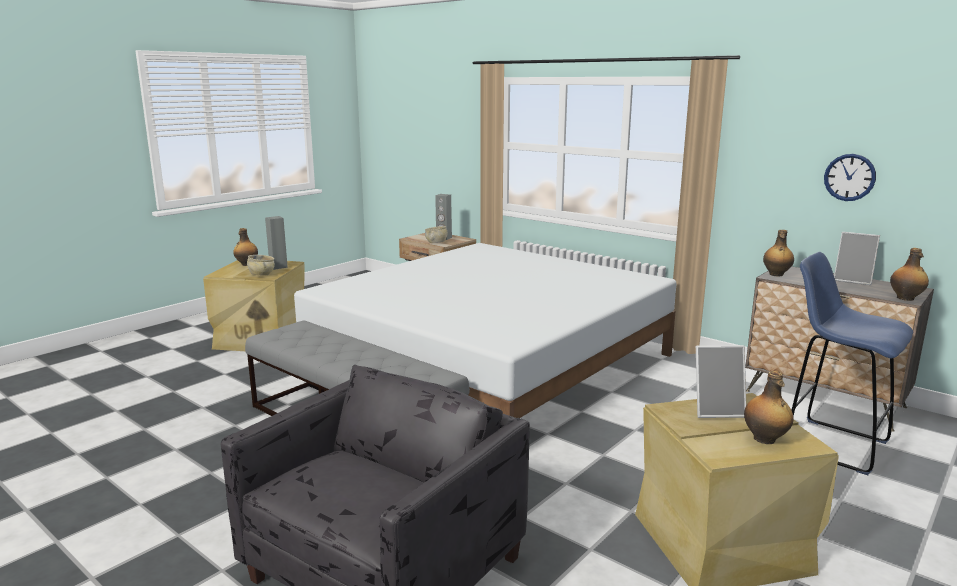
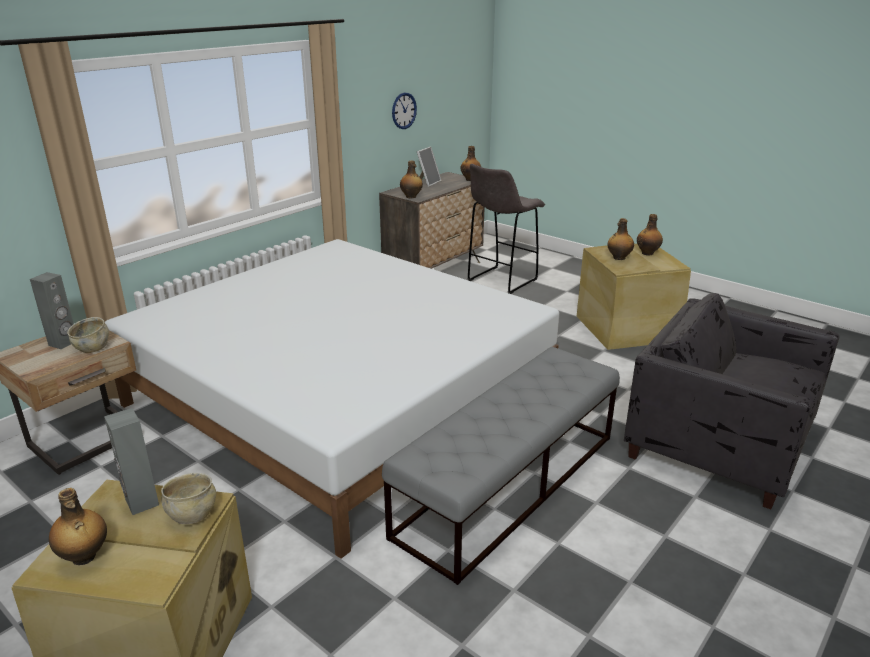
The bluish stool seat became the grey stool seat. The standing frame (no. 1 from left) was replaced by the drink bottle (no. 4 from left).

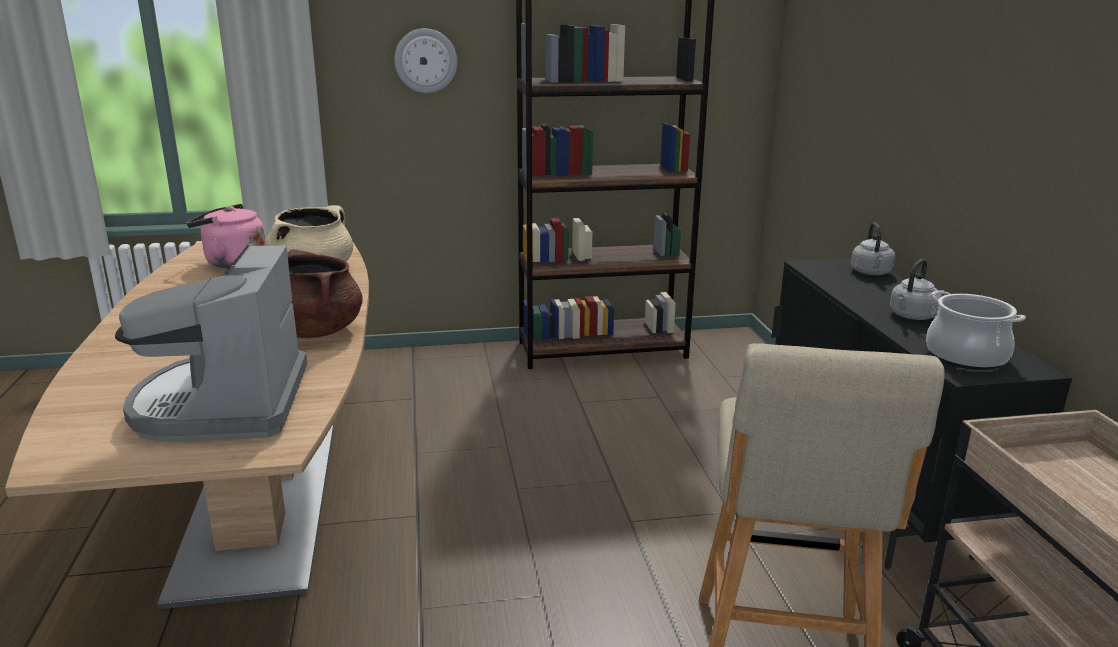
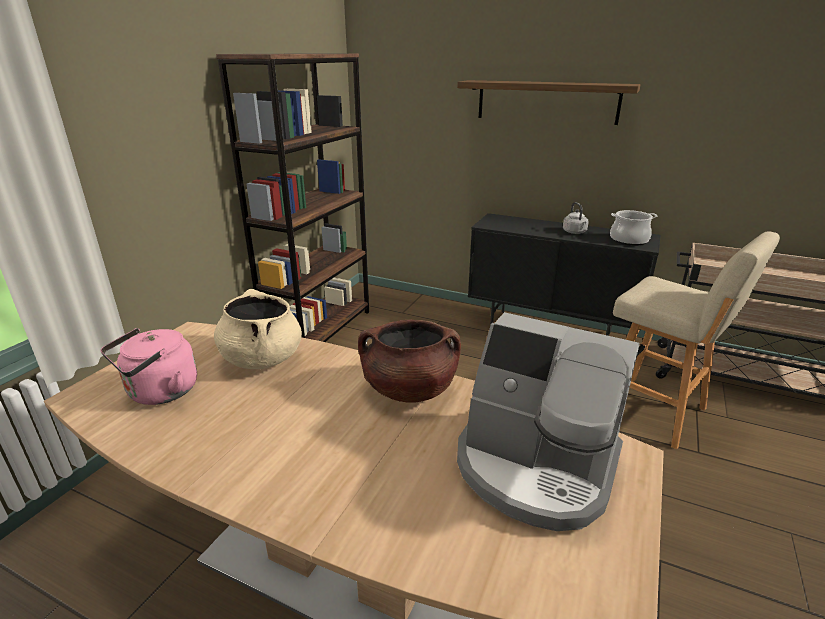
The clock on the wall disappeared. The grey tea kettle (no. 1 from left) disappeared. The shelf appeared.

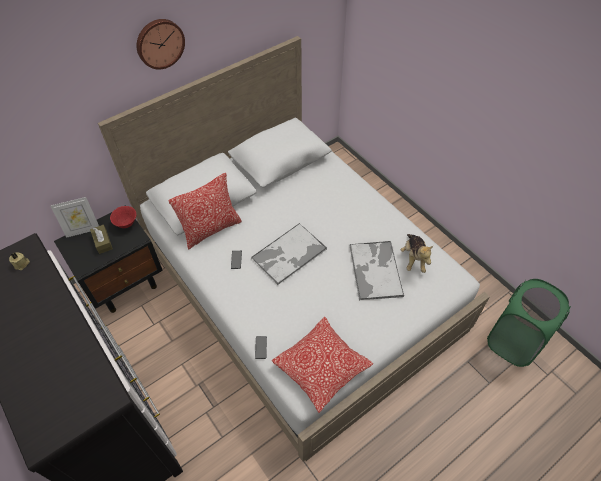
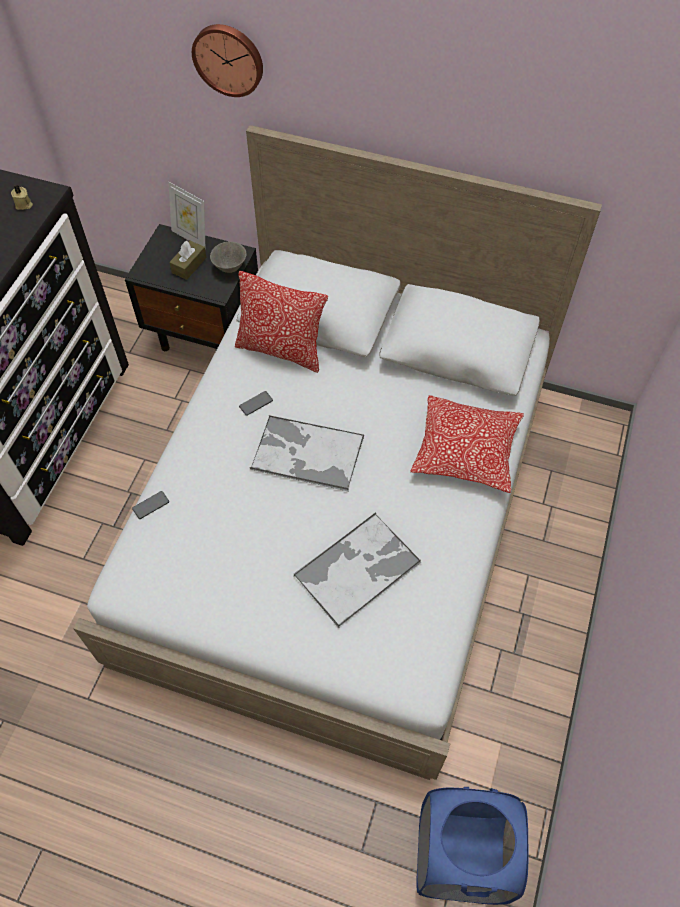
The clock on the wall moved. The red serving bowl became the grey serving bowl. The soft toy disappeared. The green-coloured laundry basket became the bluish laundry basket. The cushion (no. 2 from left) moved.

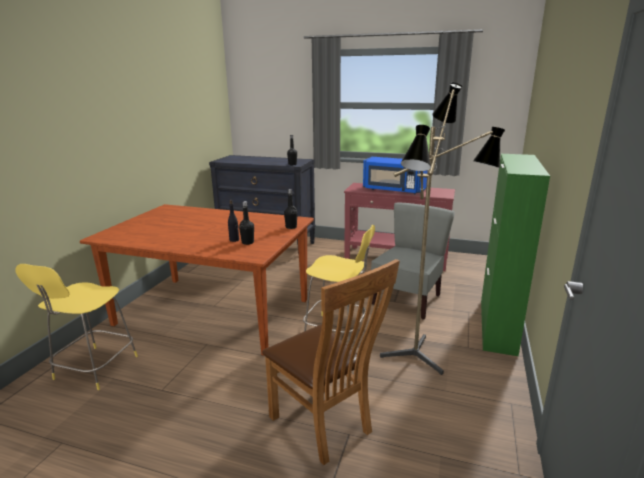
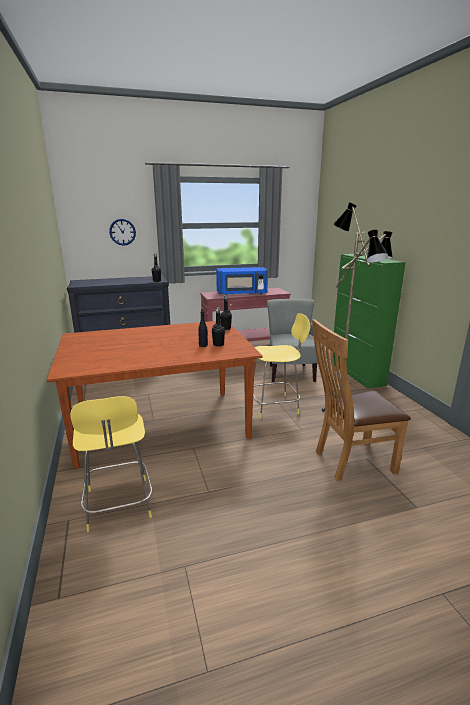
The brown upright chair turned 150 degrees clockwise. The clock on the wall appeared.

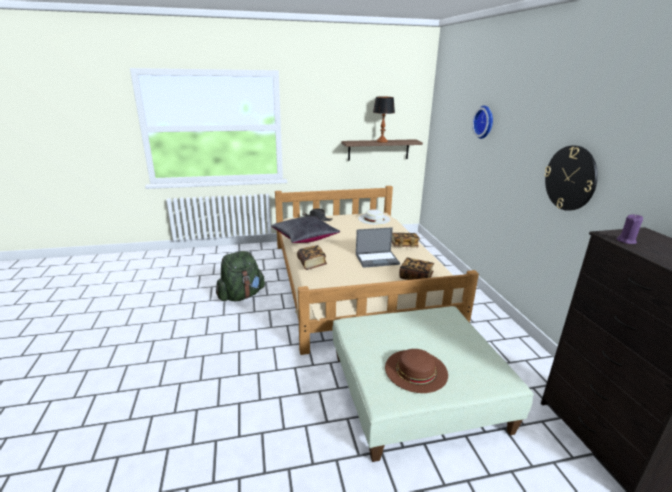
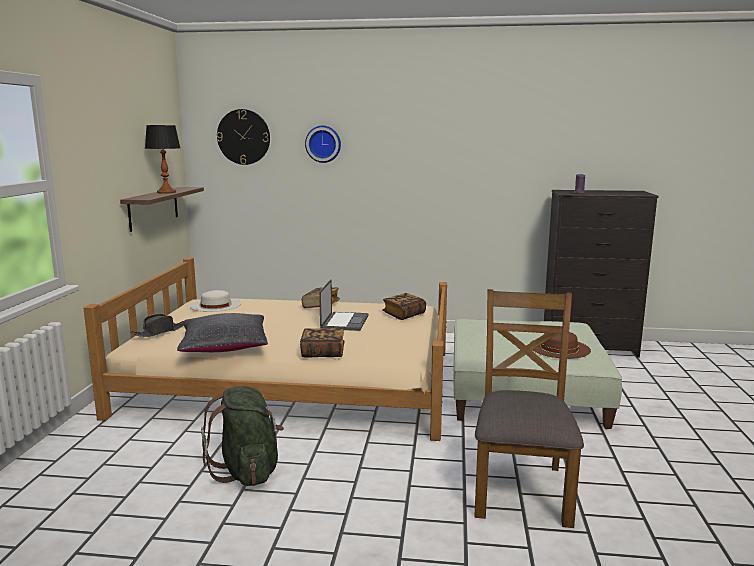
The clock on the wall (no. 2 from left in the first image) moved. The brown upright chair appeared.

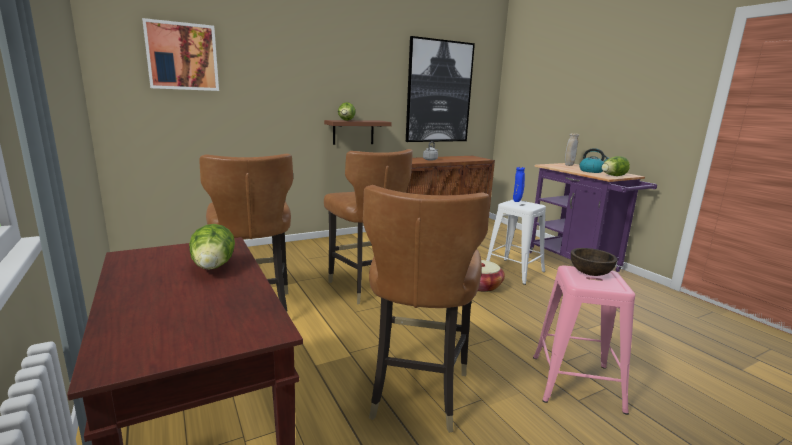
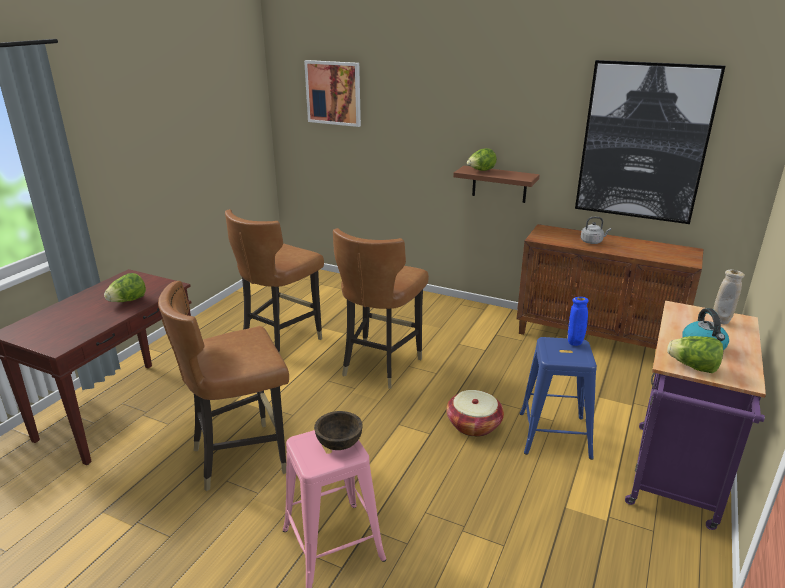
The white-coloured stool seat became the bluish stool seat.

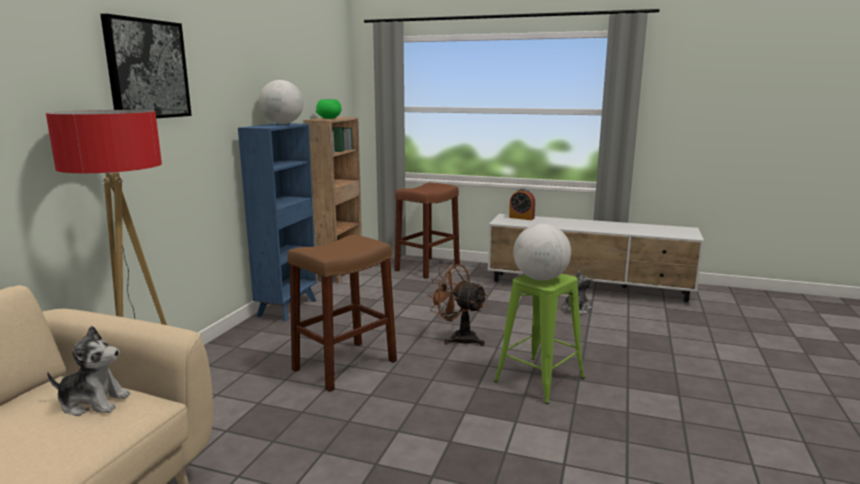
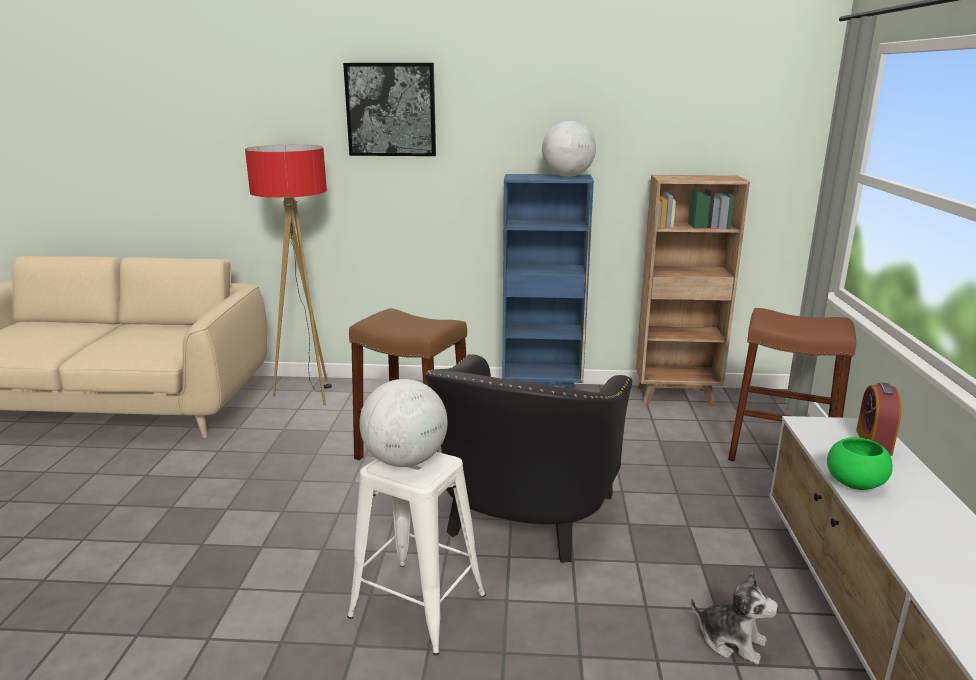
The green-coloured serving bowl moved. The brown fan was replaced by the black-coloured easy chair. The green-coloured stool seat became the white-coloured stool seat. The soft toy (no. 1 from left) disappeared.

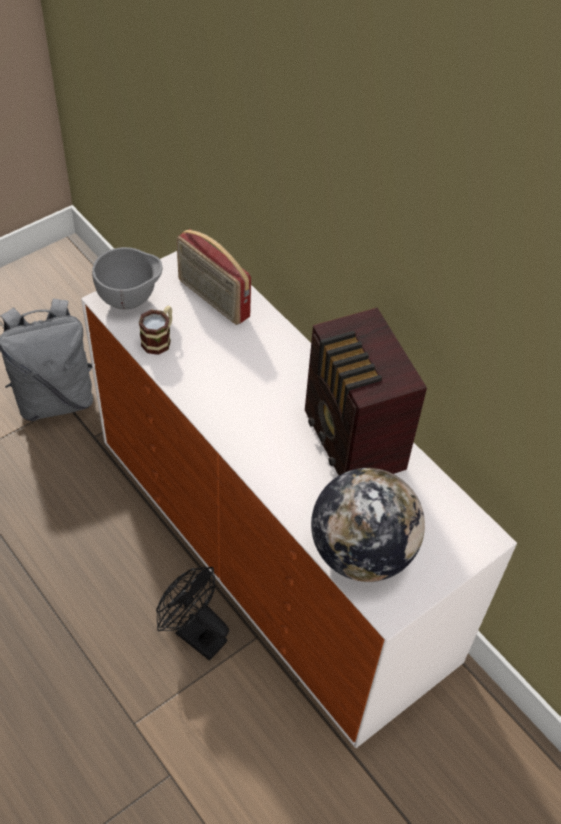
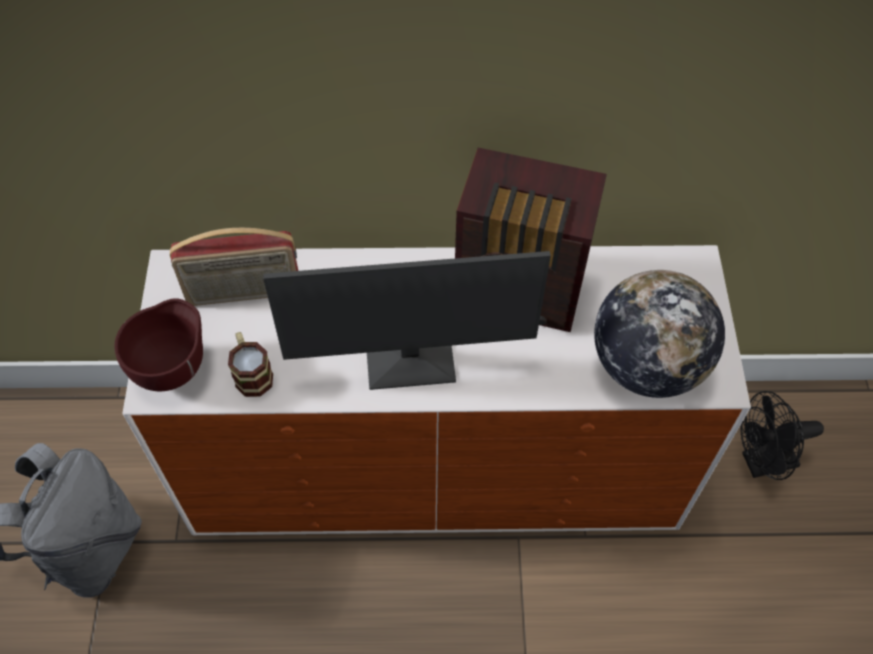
The grey serving bowl became the brown serving bowl. The black-coloured fan moved. The computer display appeared.

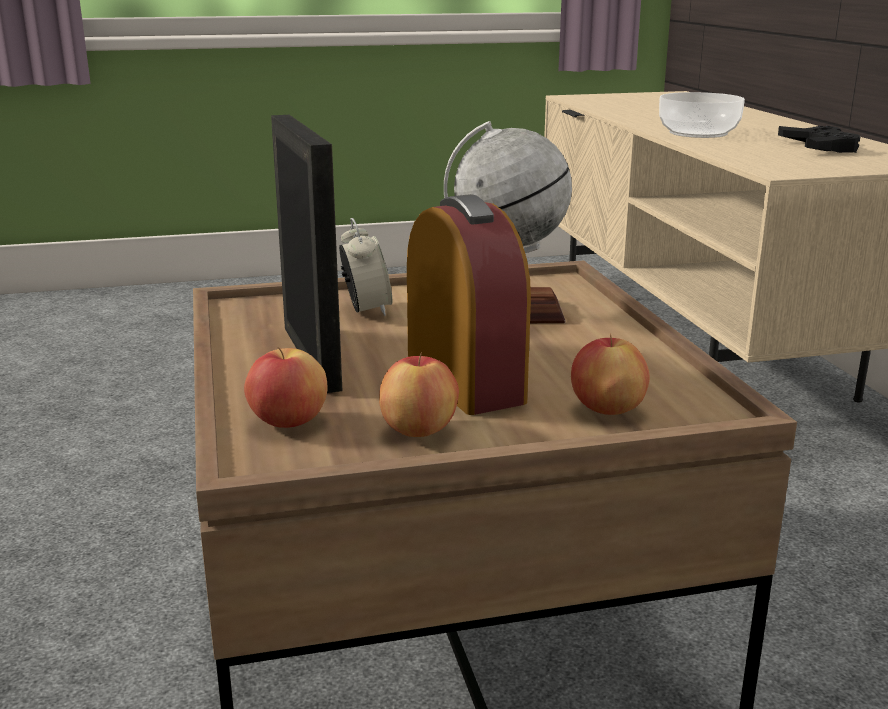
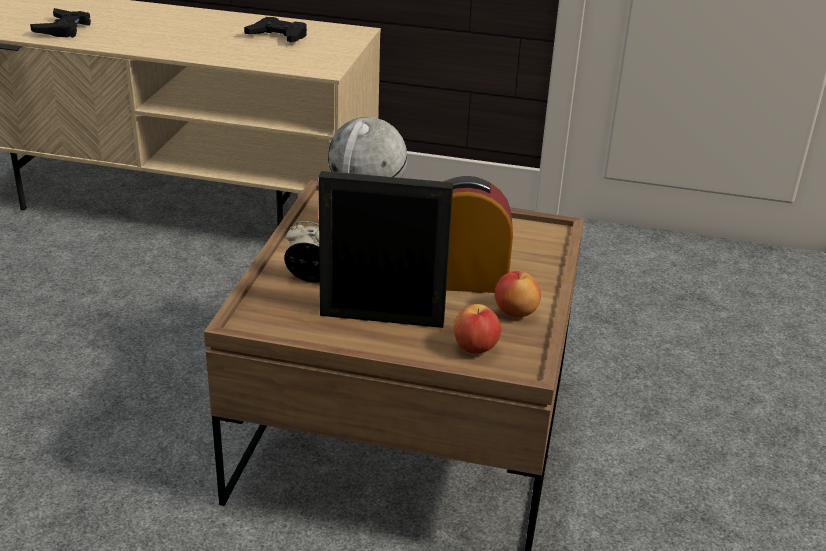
The serving bowl disappeared. The apple (no. 3 from left) disappeared. The black-coloured game controller (no. 1 from left) appeared.

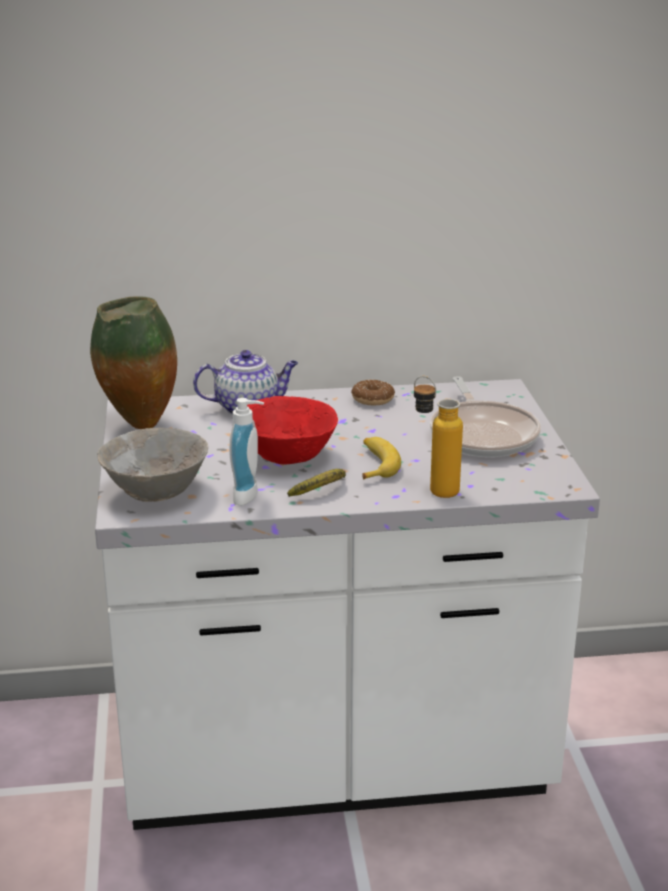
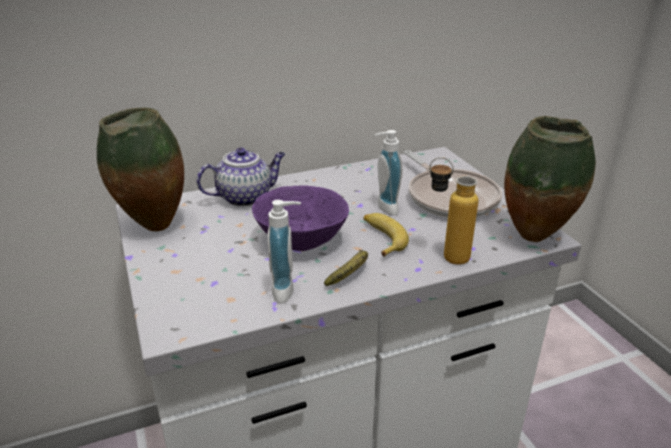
The ring doughnut disappeared. The red serving bowl became the purple serving bowl. The grey serving bowl disappeared. The flower vase (no. 2 from left) appeared. The soap bottle (no. 2 from left) appeared.

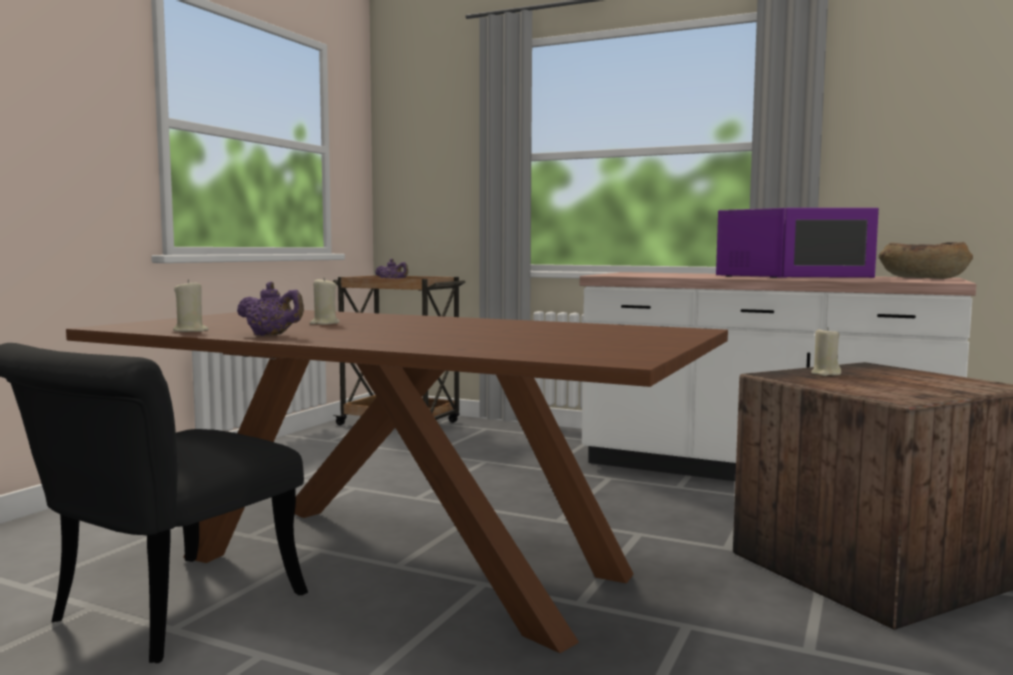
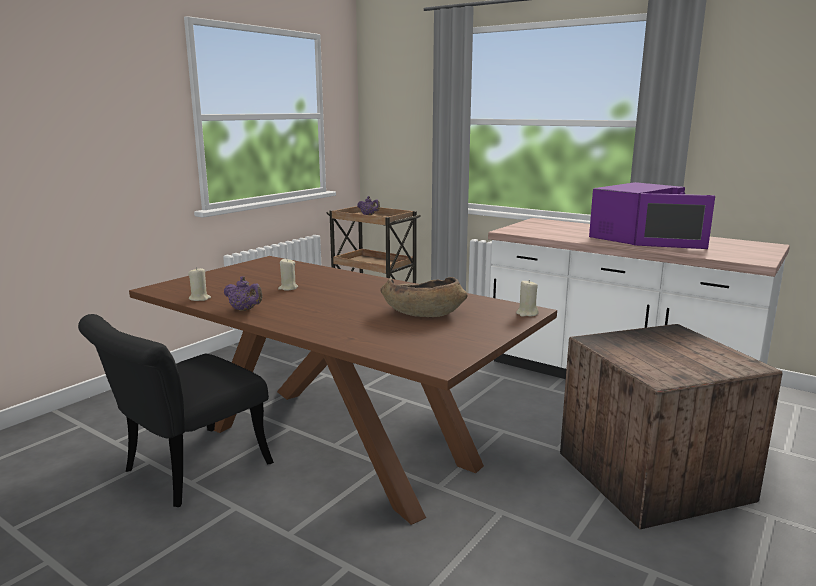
The brown serving bowl moved. The beige-coloured wax light (no. 3 from left) moved.

